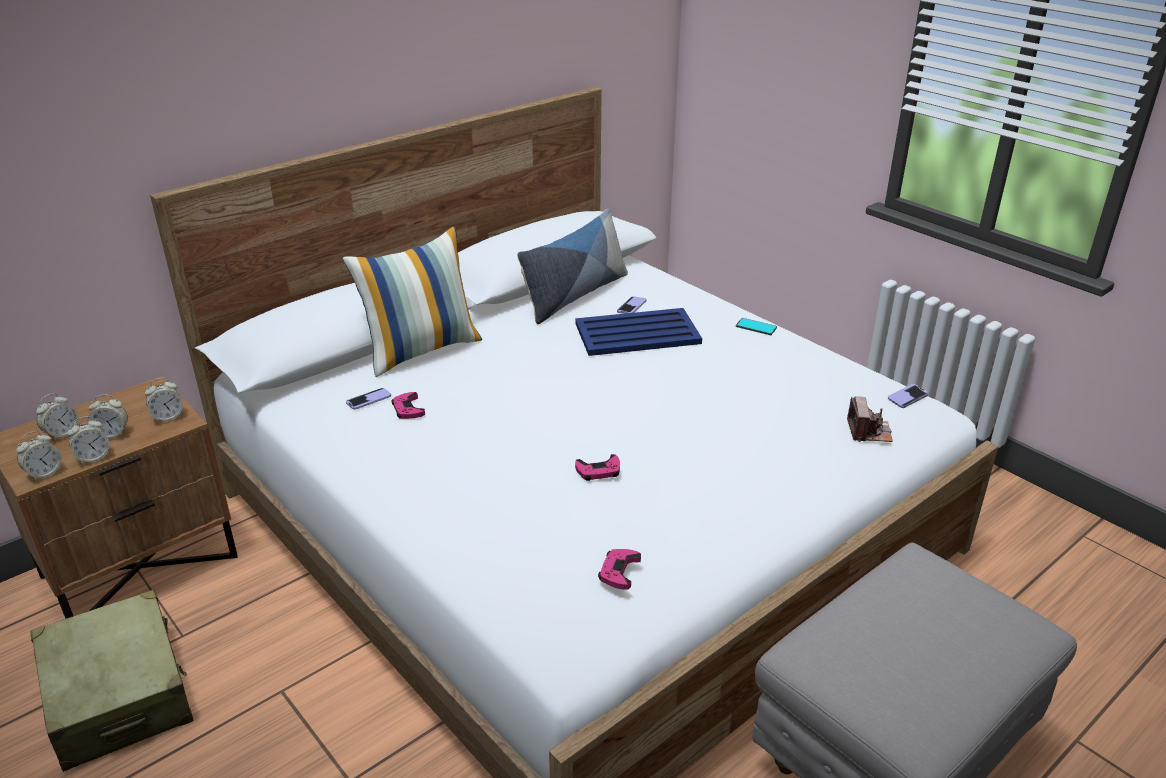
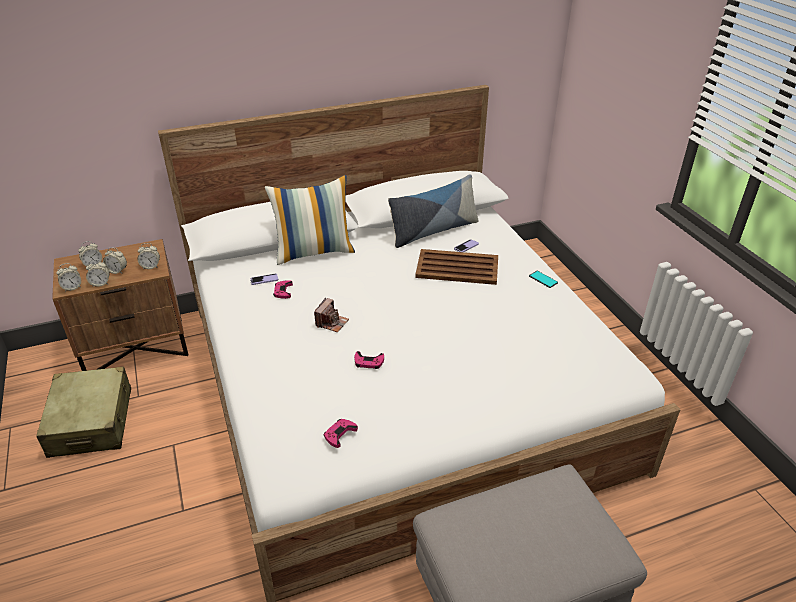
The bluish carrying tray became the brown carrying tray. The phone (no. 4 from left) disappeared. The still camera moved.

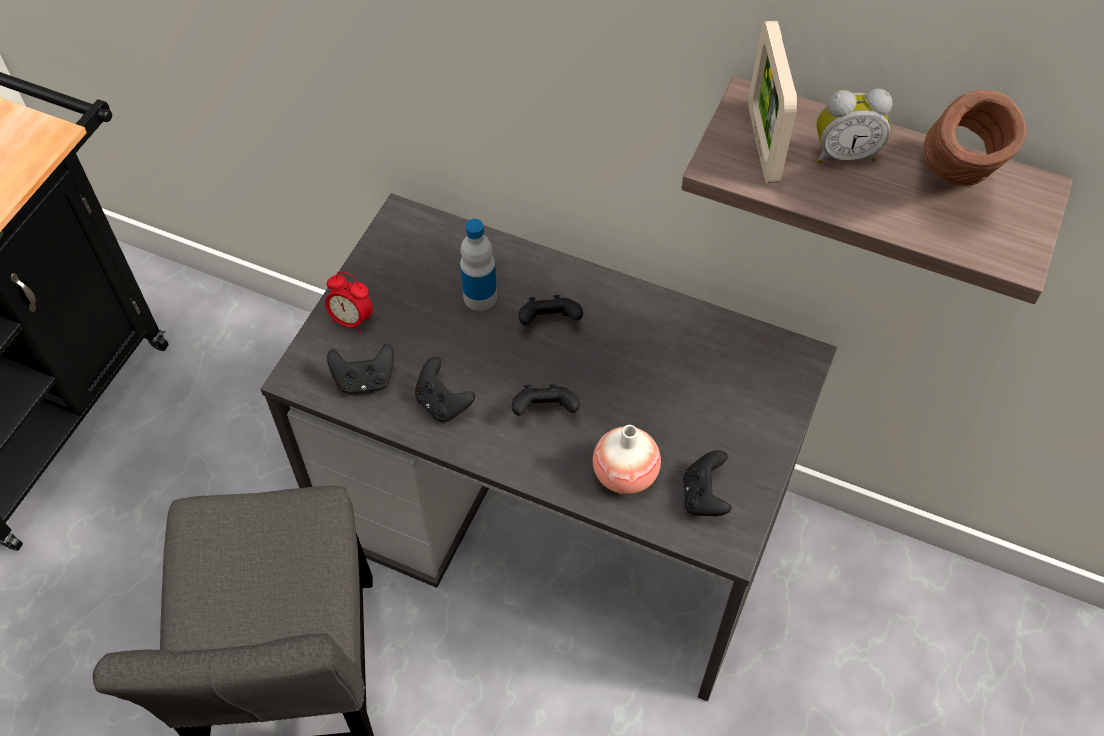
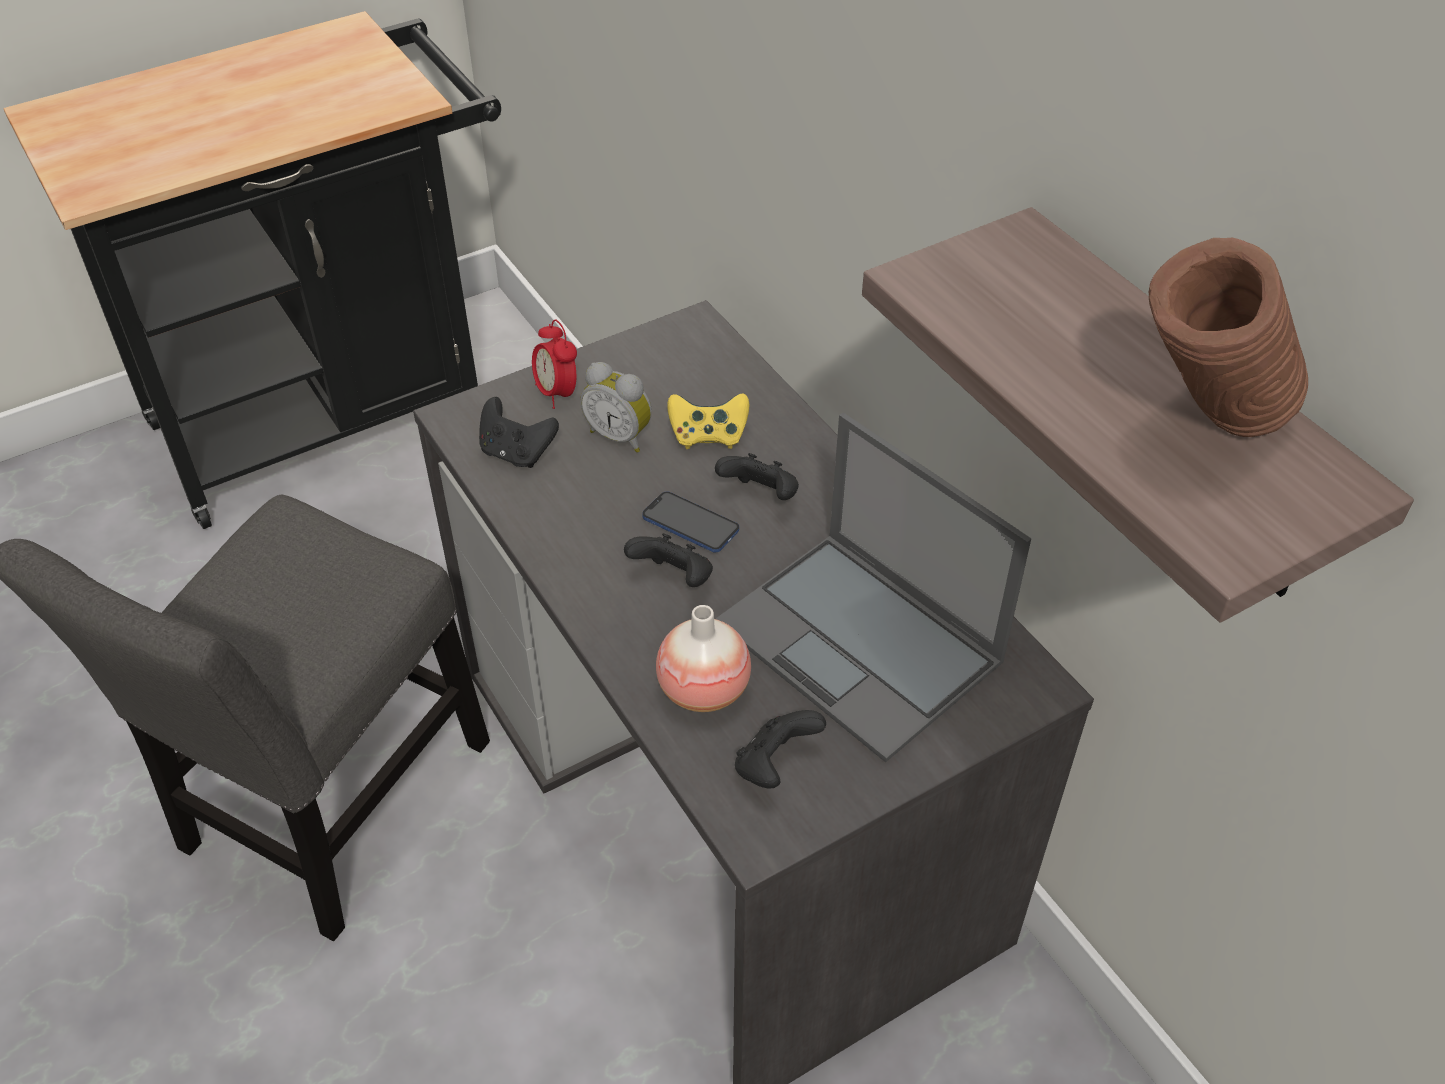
The standing frame disappeared. The alarm clock (no. 2 from left) moved. The drink bottle was replaced by the yellow game controller. The black-coloured game controller (no. 2 from left) disappeared. The laptop appeared. The phone appeared.

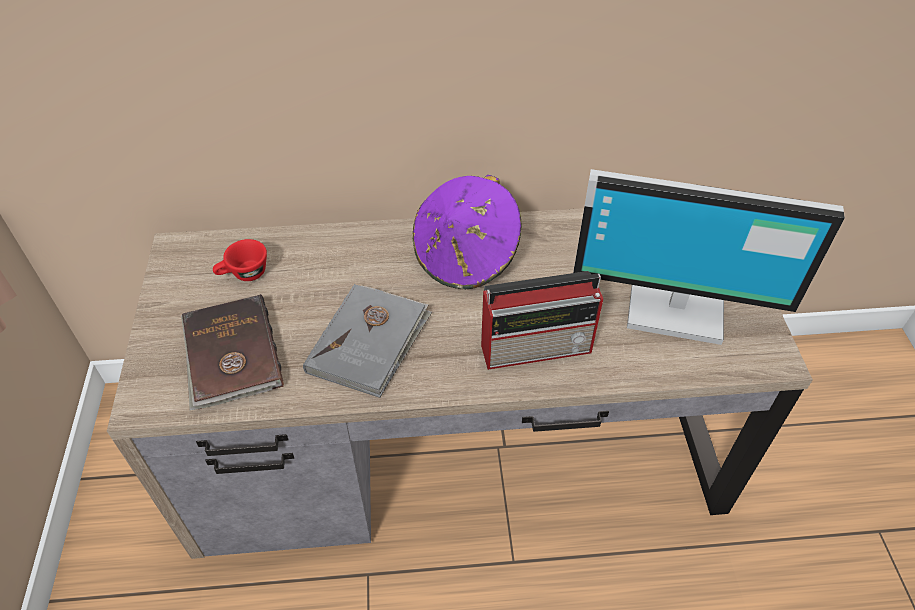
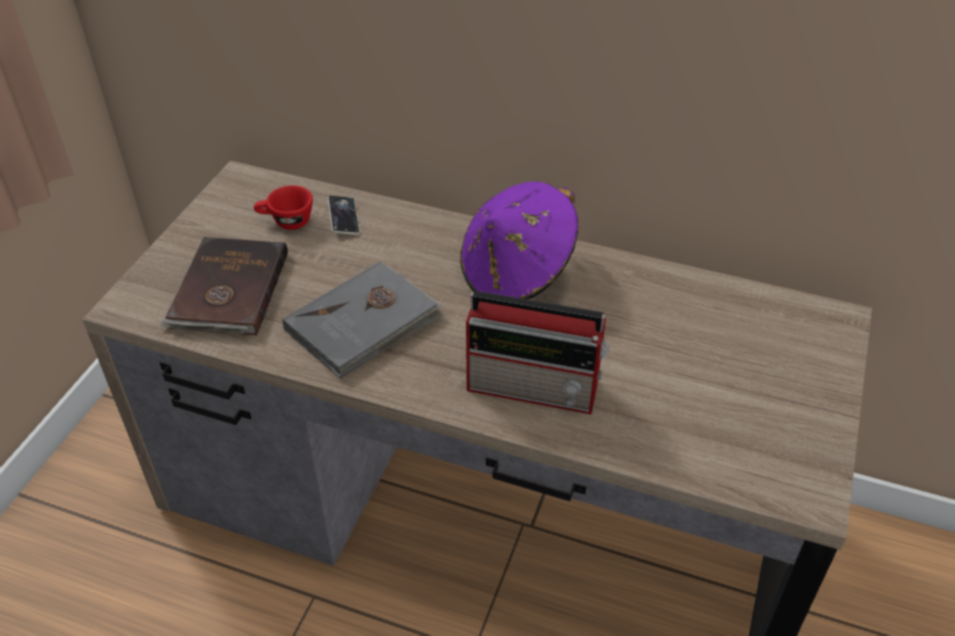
The computer display disappeared. The phone appeared.

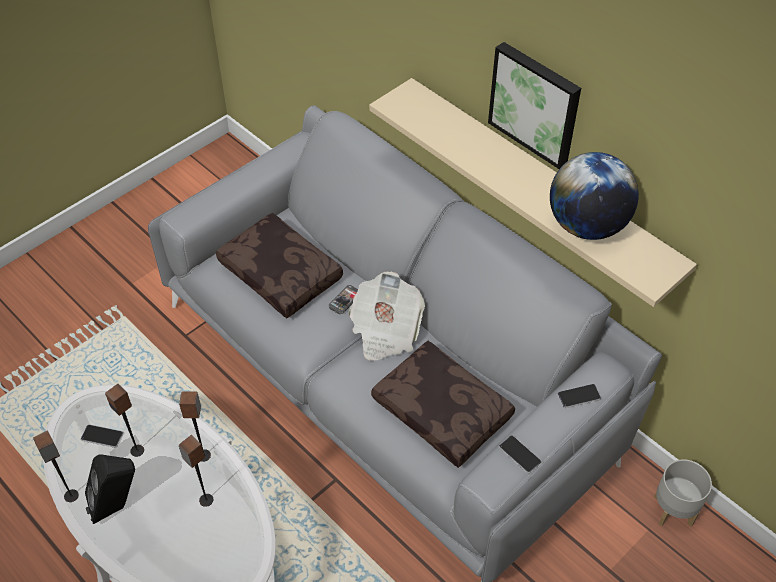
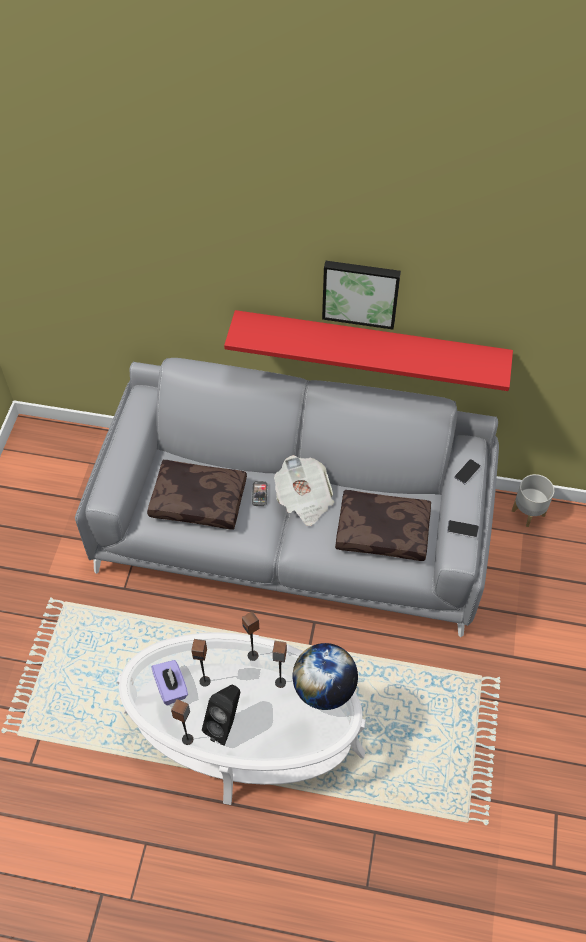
The beige-coloured shelf became the red shelf. The globe moved. The phone (no. 1 from left) was replaced by the purple tissue box.

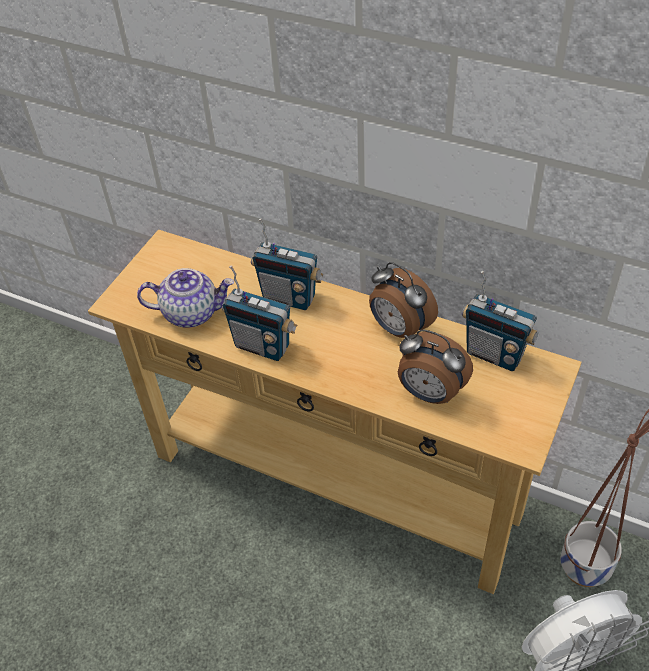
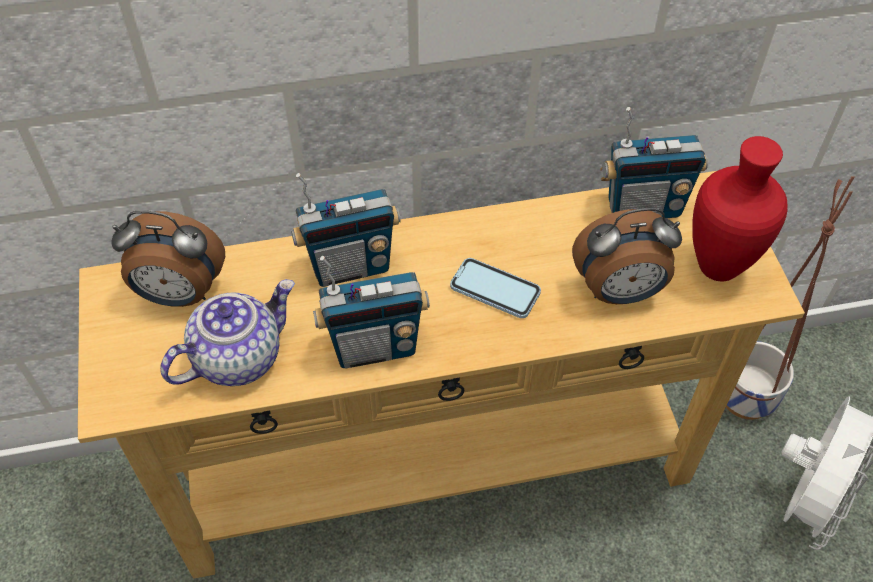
The alarm clock (no. 1 from left) moved. The red flower vase appeared. The phone appeared.

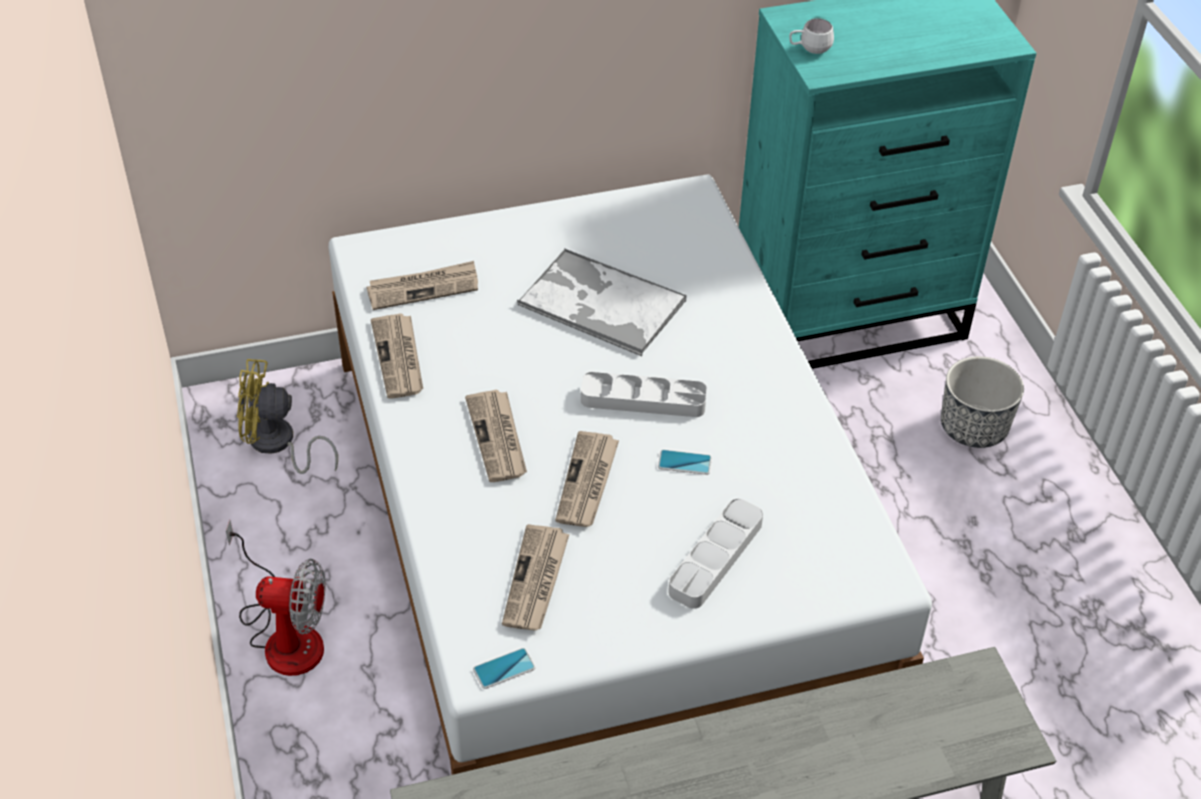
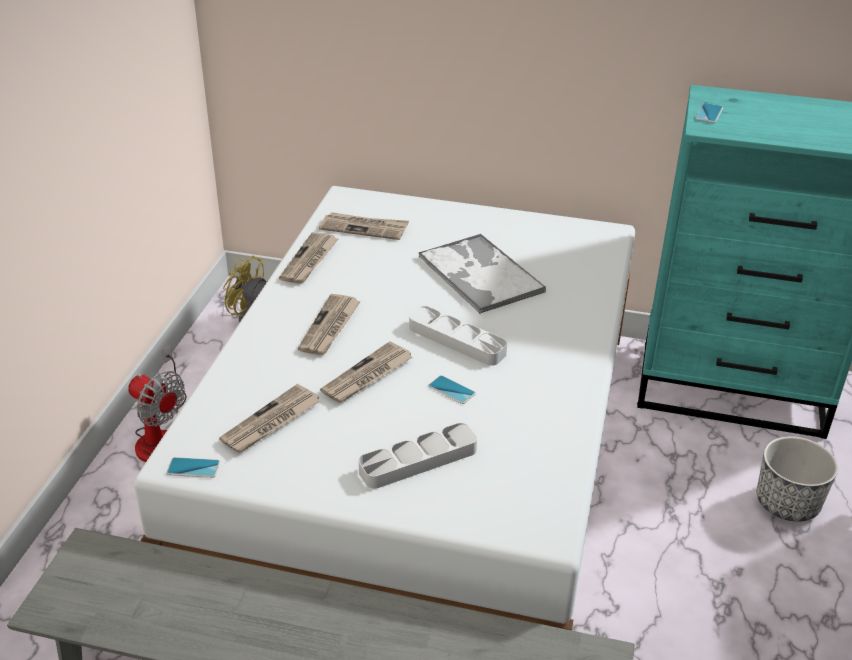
The white-coloured coffee mug was replaced by the phone (no. 3 from left).

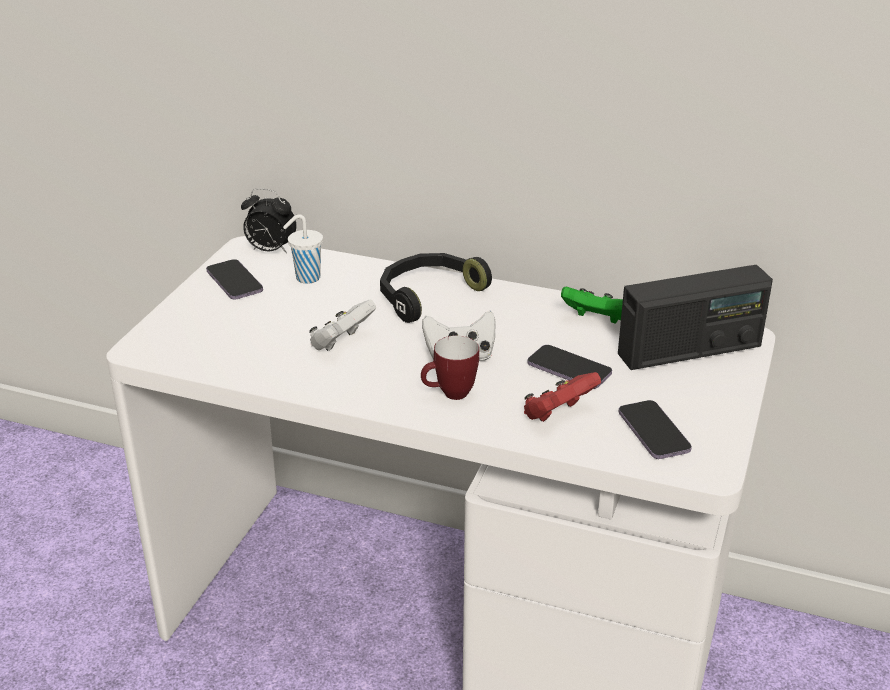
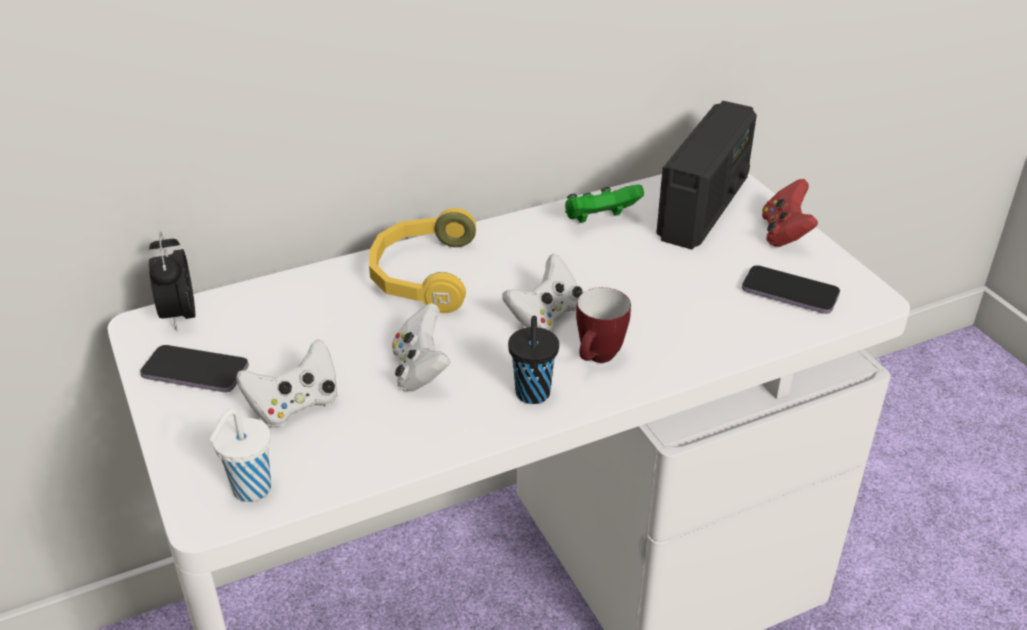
The alarm clock turned 105 degrees clockwise. The white-coloured cup moved. The black-coloured headphones became the yellow headphones. The phone (no. 2 from left) disappeared. The red game controller moved. The black-coloured cup appeared. The white-coloured game controller (no. 1 from left) appeared.

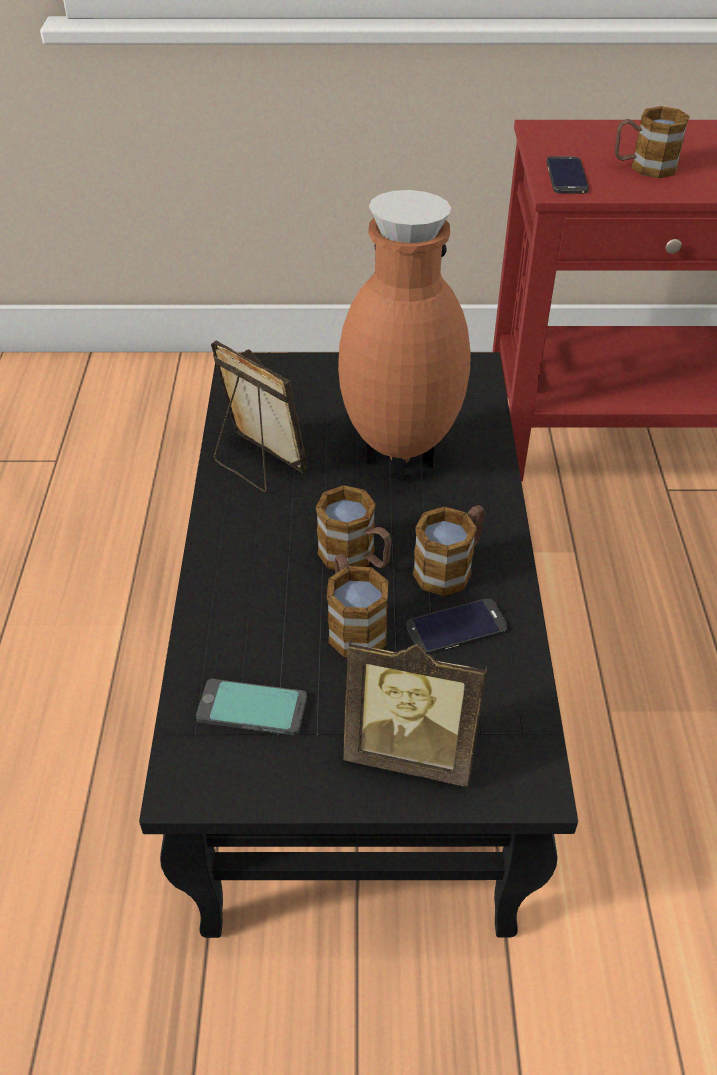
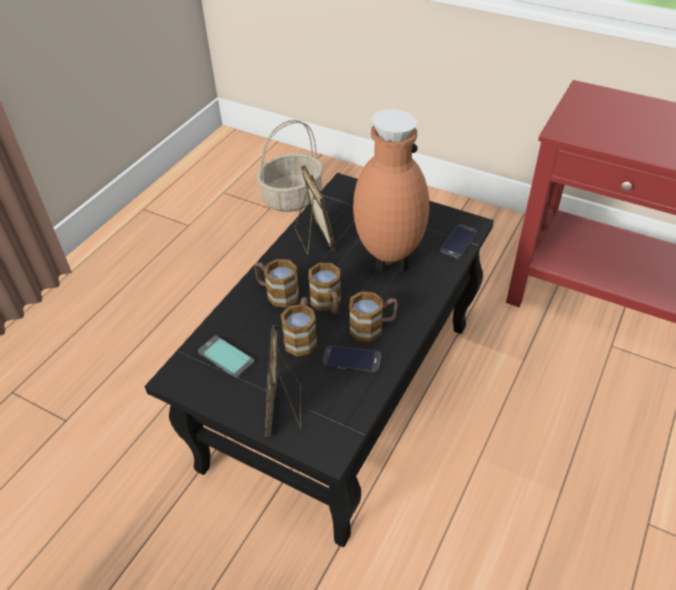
The coffee mug (no. 4 from left in the first image) moved. The phone (no. 3 from left) moved. The standing frame (no. 2 from left in the first image) turned 45 degrees clockwise. The storage basket appeared.

